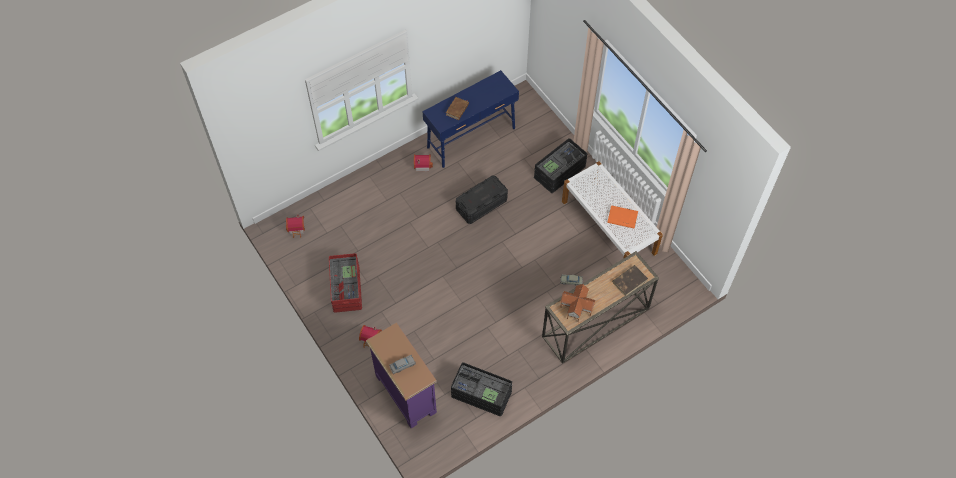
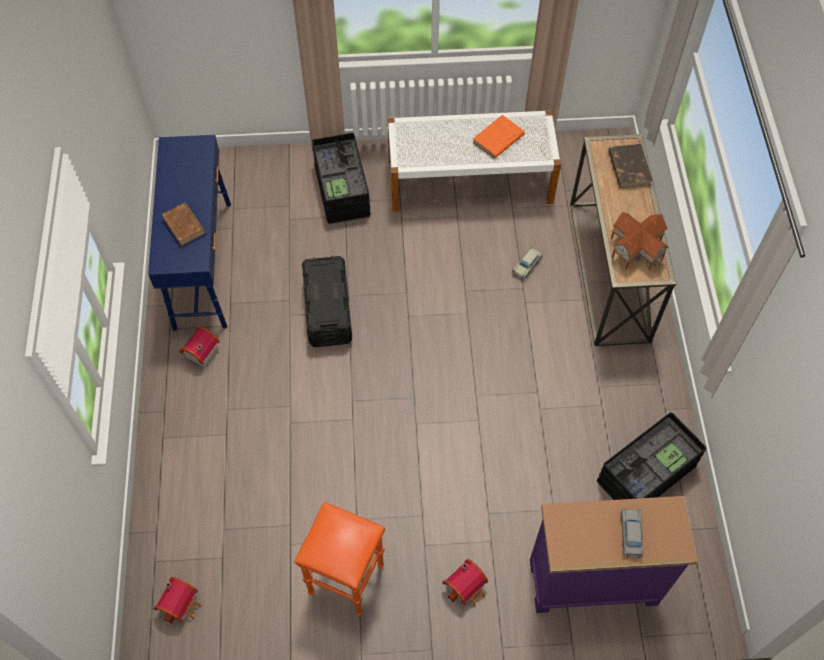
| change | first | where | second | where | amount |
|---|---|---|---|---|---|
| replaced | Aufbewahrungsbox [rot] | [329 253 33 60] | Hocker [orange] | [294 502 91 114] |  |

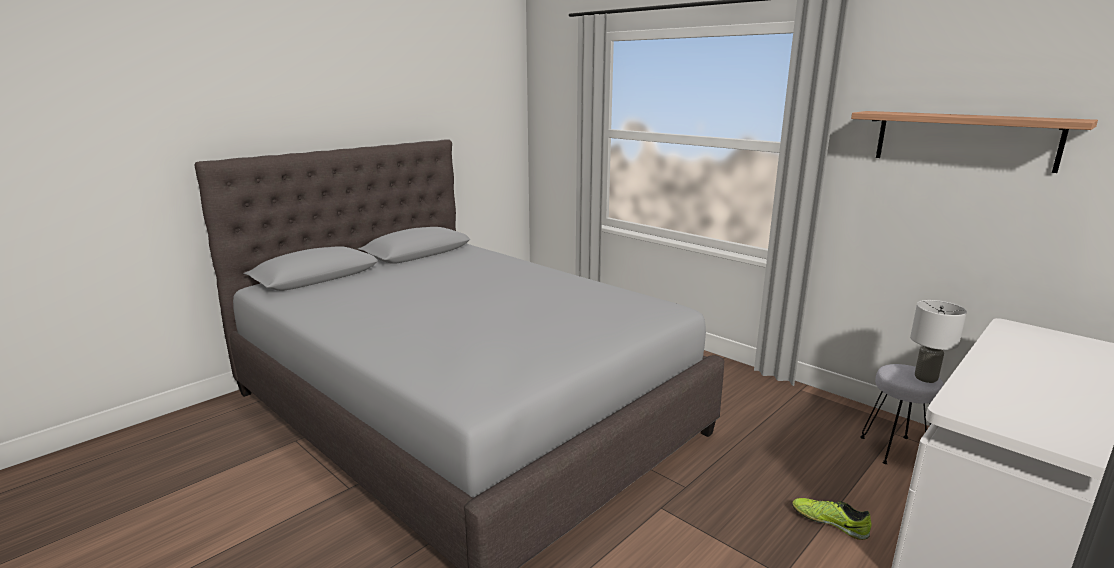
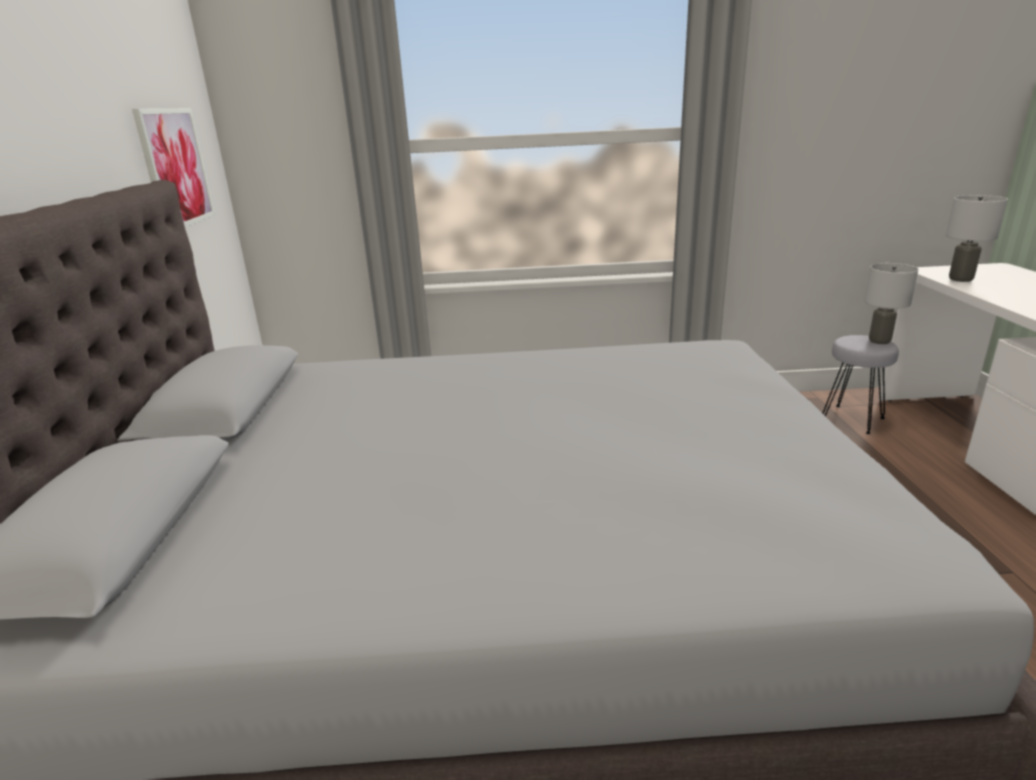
| change | first | where | second | where | amount |
|---|---|---|---|---|---|
| removed | Schuh | [792 498 80 42] |  |  |  |
| removed | Wandregal | [851 111 247 62] |  |  |  |
| added |  |  | Bild | [132 108 83 119] |  |
| added |  |  | Tischlampe [weiß] | [946 195 62 87] |  |

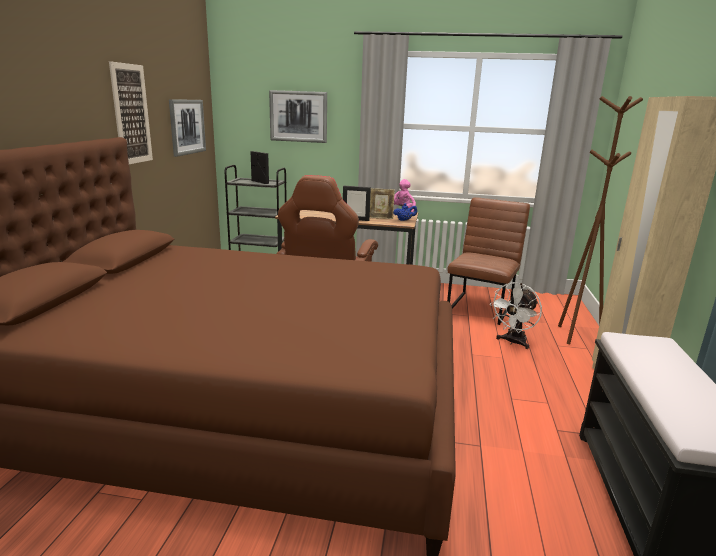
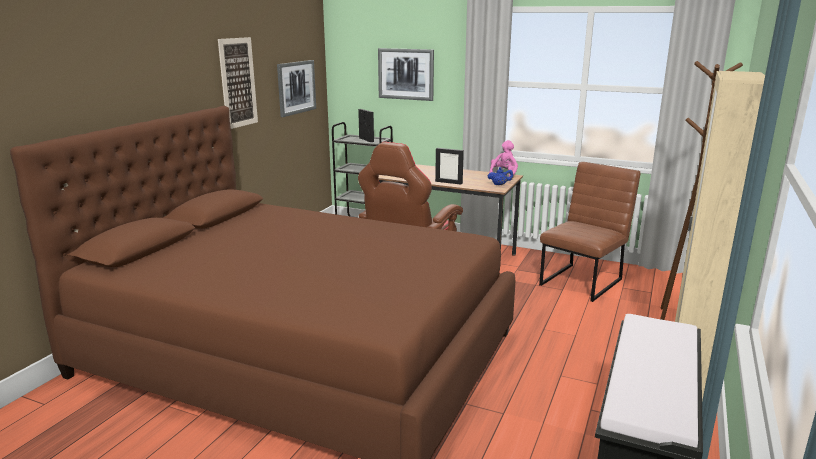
| change | first | where | second | where | amount |
|---|---|---|---|---|---|
| removed | Bilderrahmen | [370 188 25 31] |  |  |  |
| removed | Ventilator [weiß] | [489 282 53 67] |  |  |  |

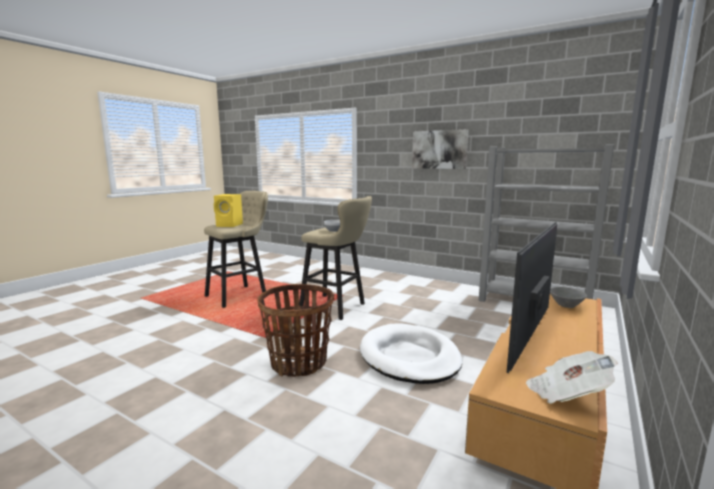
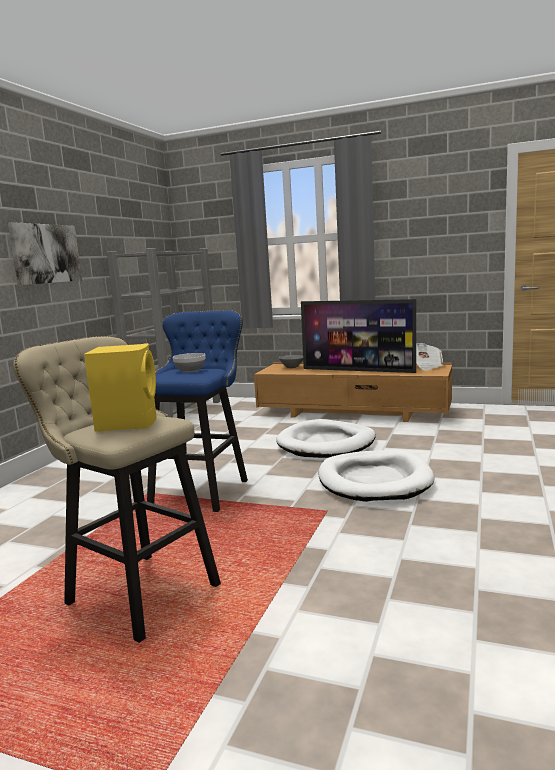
| change | first | where | second | where | amount |
|---|---|---|---|---|---|
| replaced | Korb | [257 284 77 93] | Hundebett [weiß] | [318 450 117 52] |  |
| recoloured | Hocker [beige] | [299 196 73 124] | Hocker [blau] | [147 310 101 202] |  |

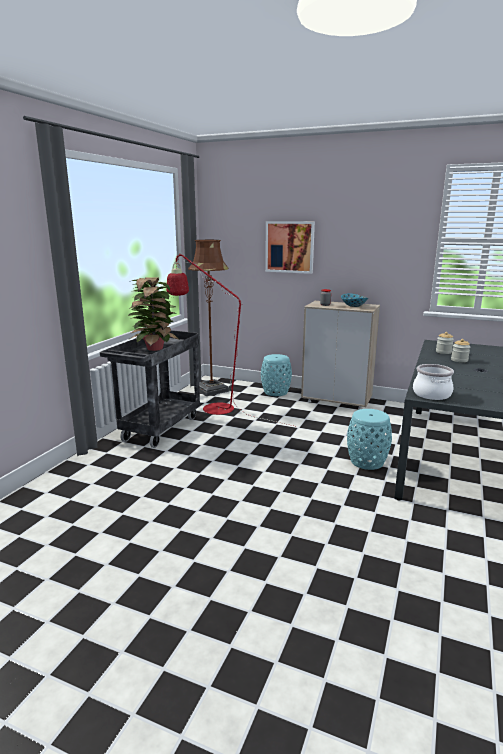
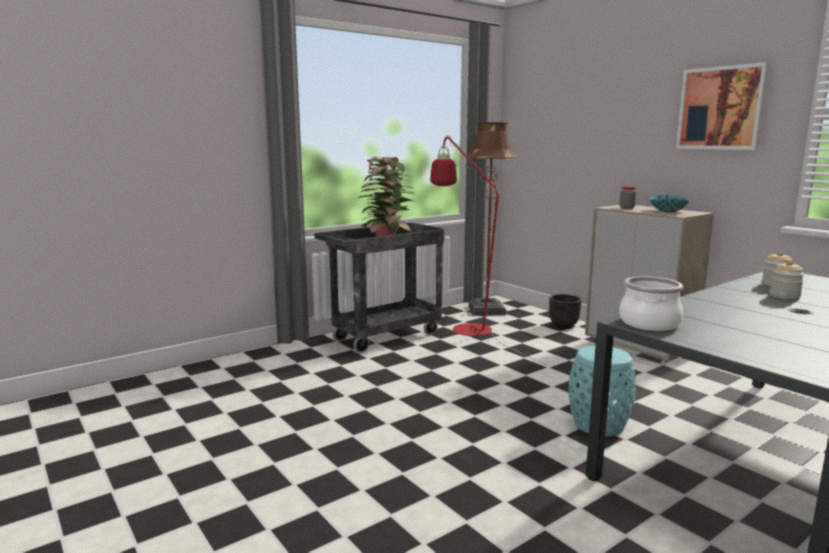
| change | first | where | second | where | amount |
|---|---|---|---|---|---|
| moved | Bild | [265 221 50 53] |  | [676 62 93 88] |  |
| replaced | Hocker [türkis] | [261 354 31 42] | Pflanzkübel [schwarz] | [549 294 33 34] |  |

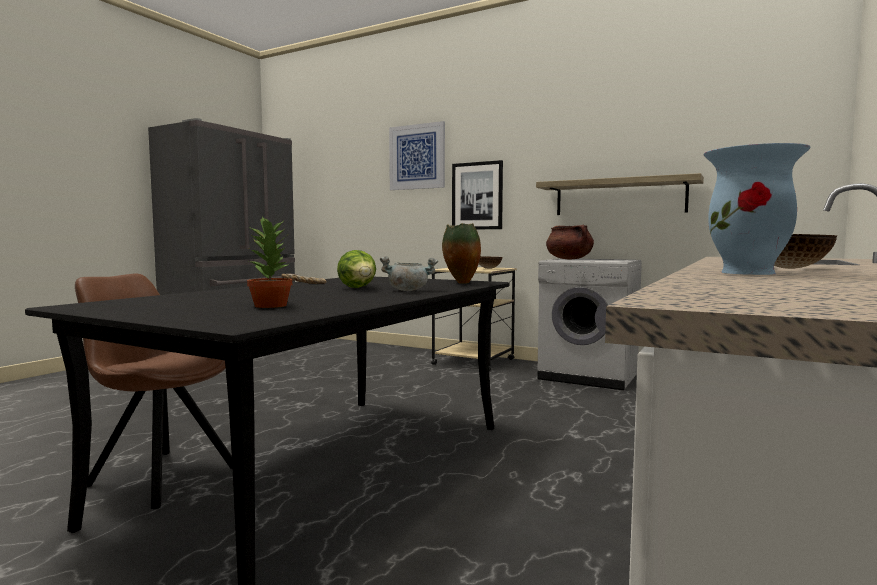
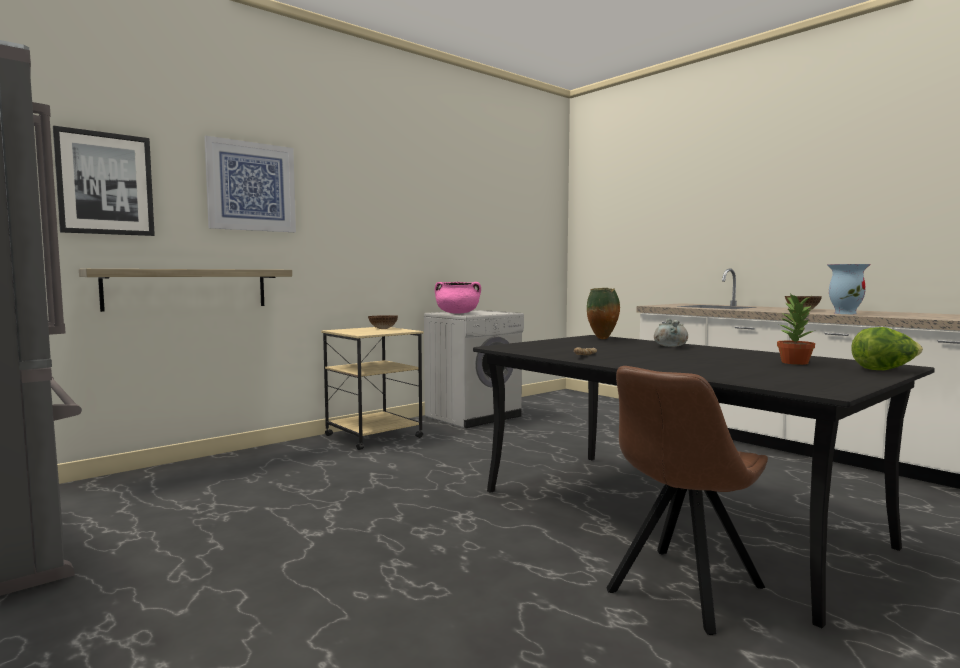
| change | first | where | second | where | amount |
|---|---|---|---|---|---|
| moved | Salatkopf | [337 250 39 38] |  | [851 327 72 43] |  |
| moved | Bild | [452 160 51 69] |  | [53 125 102 111] |  |
| moved | Wandregal | [536 173 168 42] |  | [79 269 213 43] |  |
| recoloured | Kochtopf [braun] | [546 224 48 35] | Kochtopf [rosa] | [435 282 46 32] |  |

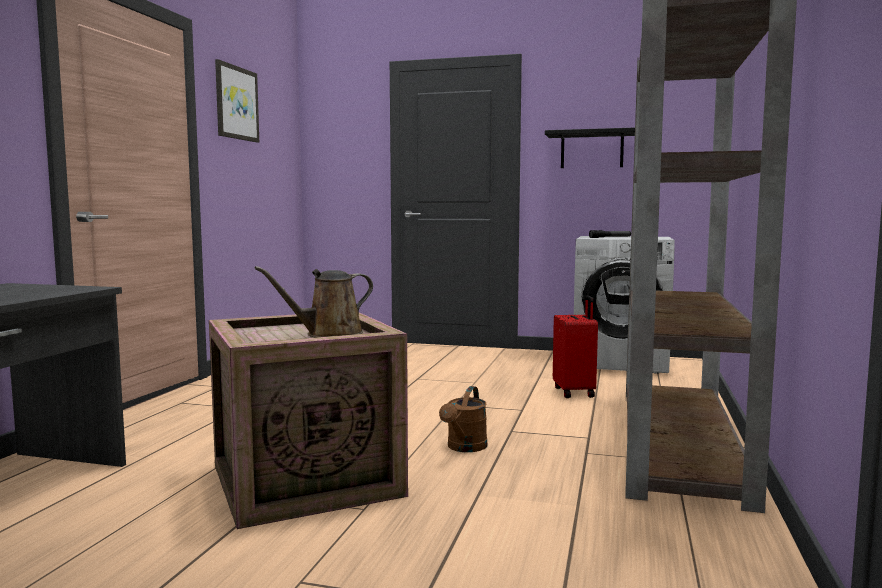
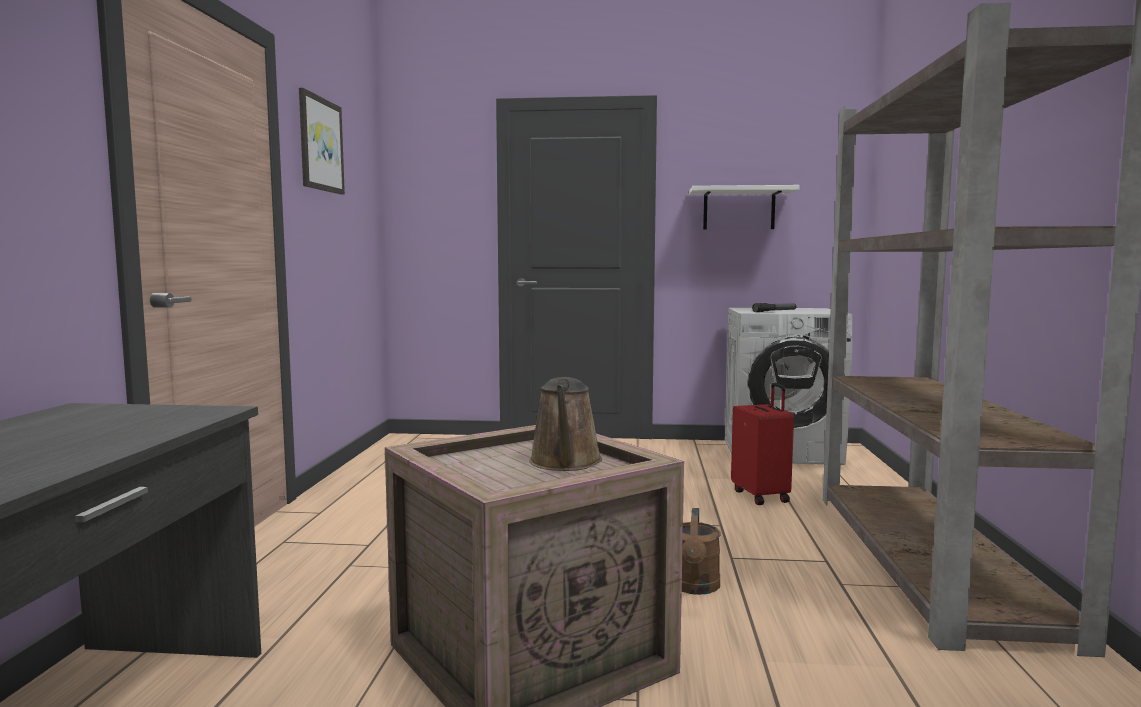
| change | first | where | second | where | amount |
|---|---|---|---|---|---|
| recoloured | Wandregal [schwarz] | [545 128 90 40] | Wandregal [weiß] | [689 185 111 45] |  |
| turned | Gießkanne [braun] | [255 266 118 72] |  | [529 377 73 94] | 45 degrees counterclockwise |

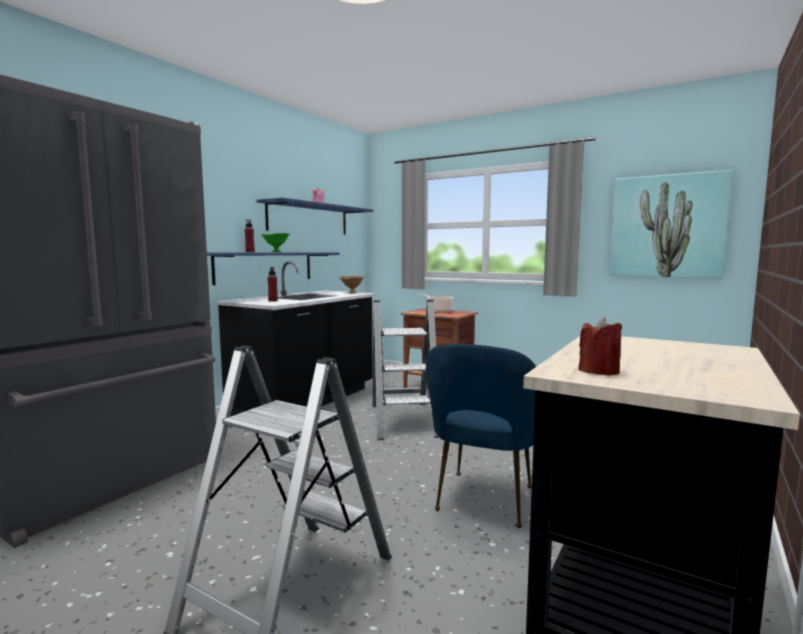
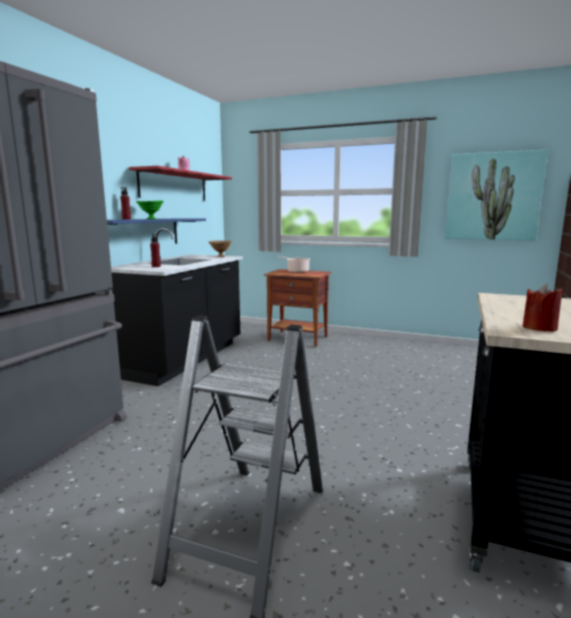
| change | first | where | second | where | amount |
|---|---|---|---|---|---|
| removed | Trittleiter [grau] | [372 300 68 140] |  |  |  |
| removed | Stuhl [blau] | [426 344 110 184] |  |  |  |
| recoloured | Wandregal [blau] | [256 197 118 38] | Wandregal [rot] | [129 166 103 35] |  |

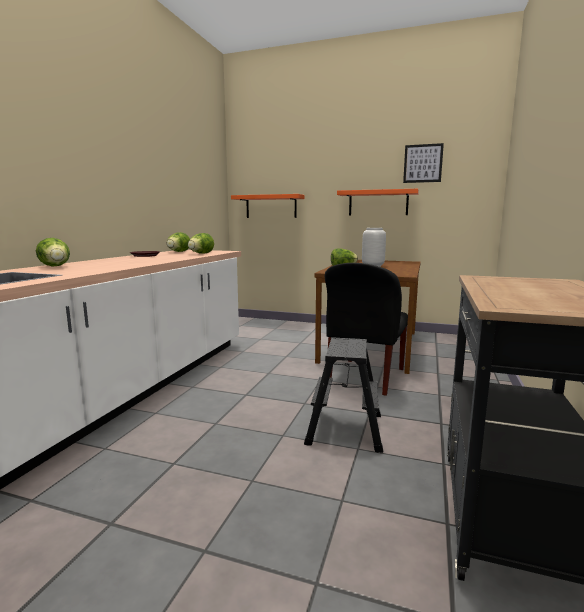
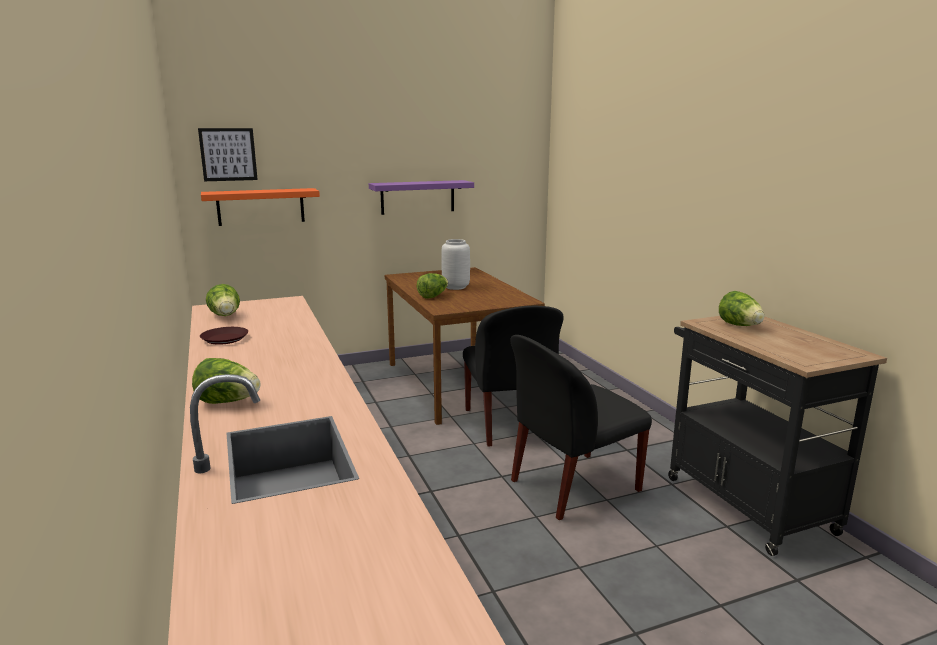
| change | first | where | second | where | amount |
|---|---|---|---|---|---|
| moved | Salatkopf | [188 233 26 21] |  | [719 291 45 35] |  |
| moved | Bild | [403 143 41 40] |  | [198 128 60 53] |  |
| replaced | Trittleiter [schwarz] | [304 337 79 116] | Stuhl [schwarz] | [511 335 141 185] |  |
| recoloured | Wandregal [orange] | [337 189 82 26] | Wandregal [lila] | [369 180 105 35] |  |

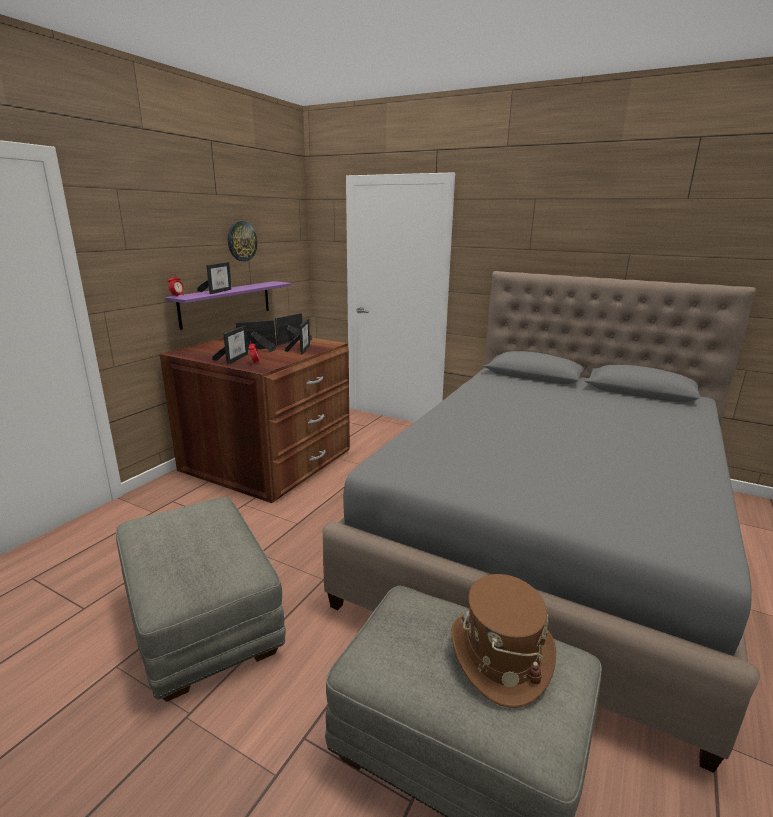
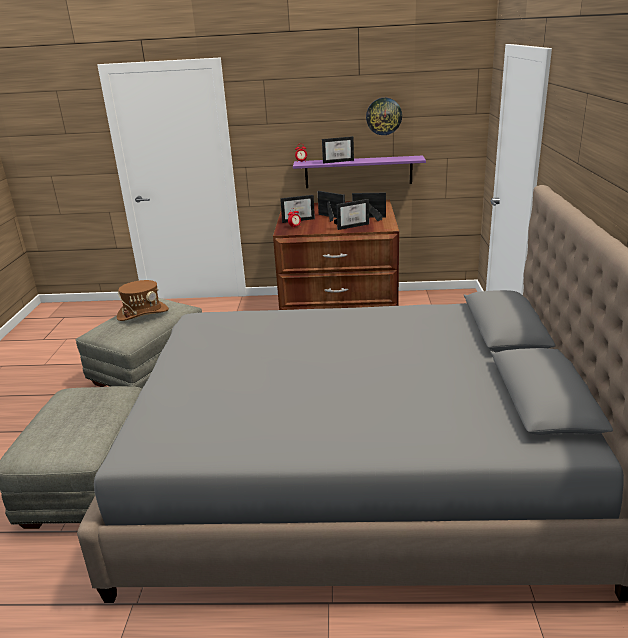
| change | first | where | second | where | amount |
|---|---|---|---|---|---|
| moved | Hut [braun] | [451 574 105 134] |  | [117 280 52 41] |  |

